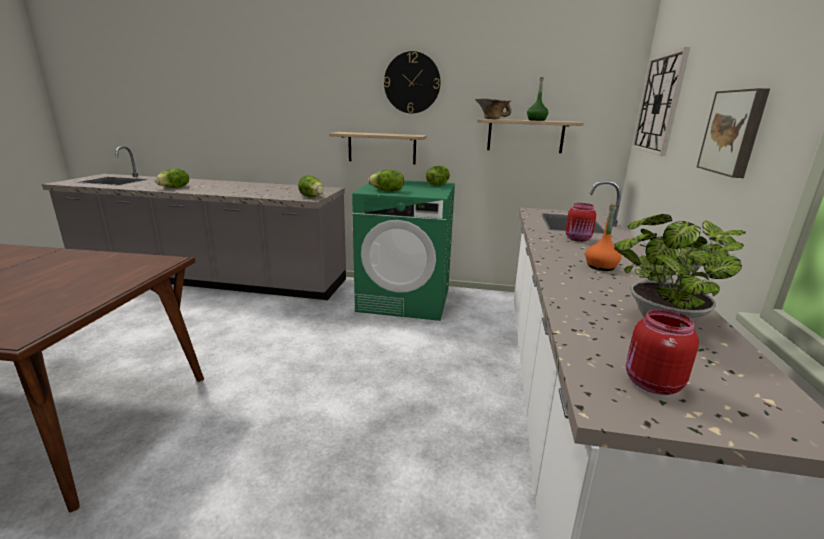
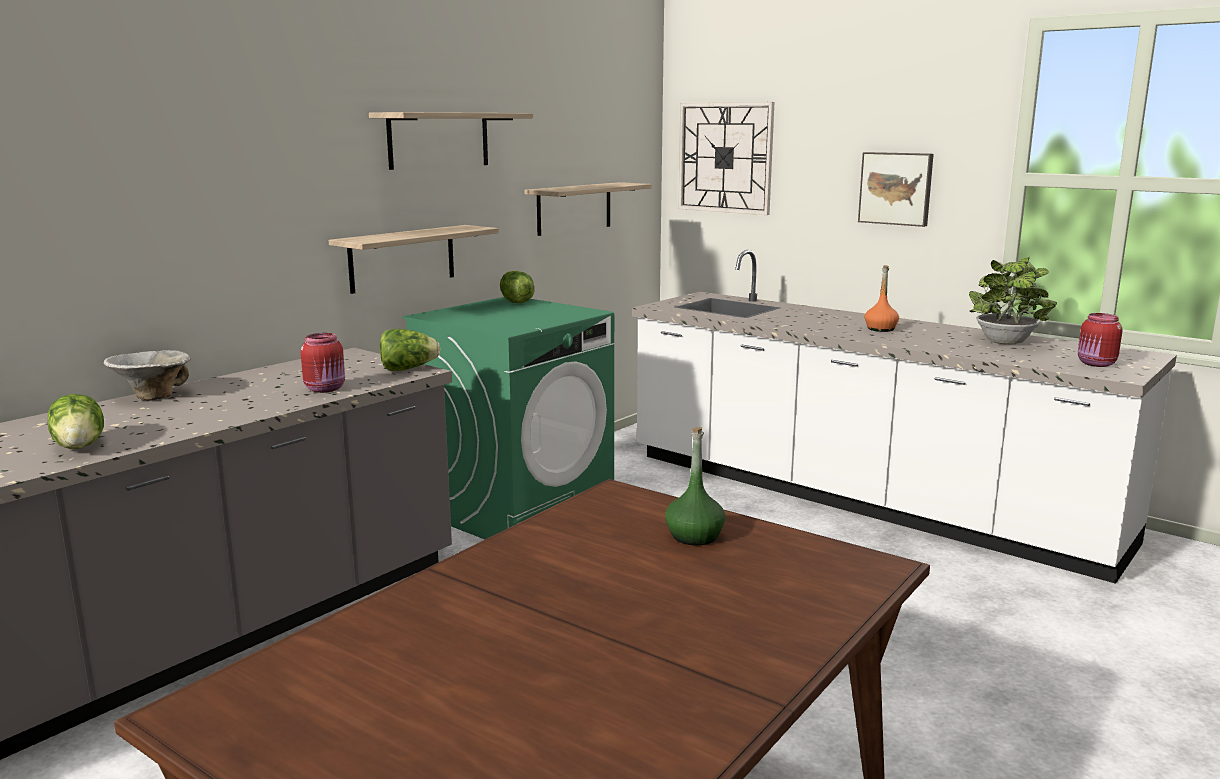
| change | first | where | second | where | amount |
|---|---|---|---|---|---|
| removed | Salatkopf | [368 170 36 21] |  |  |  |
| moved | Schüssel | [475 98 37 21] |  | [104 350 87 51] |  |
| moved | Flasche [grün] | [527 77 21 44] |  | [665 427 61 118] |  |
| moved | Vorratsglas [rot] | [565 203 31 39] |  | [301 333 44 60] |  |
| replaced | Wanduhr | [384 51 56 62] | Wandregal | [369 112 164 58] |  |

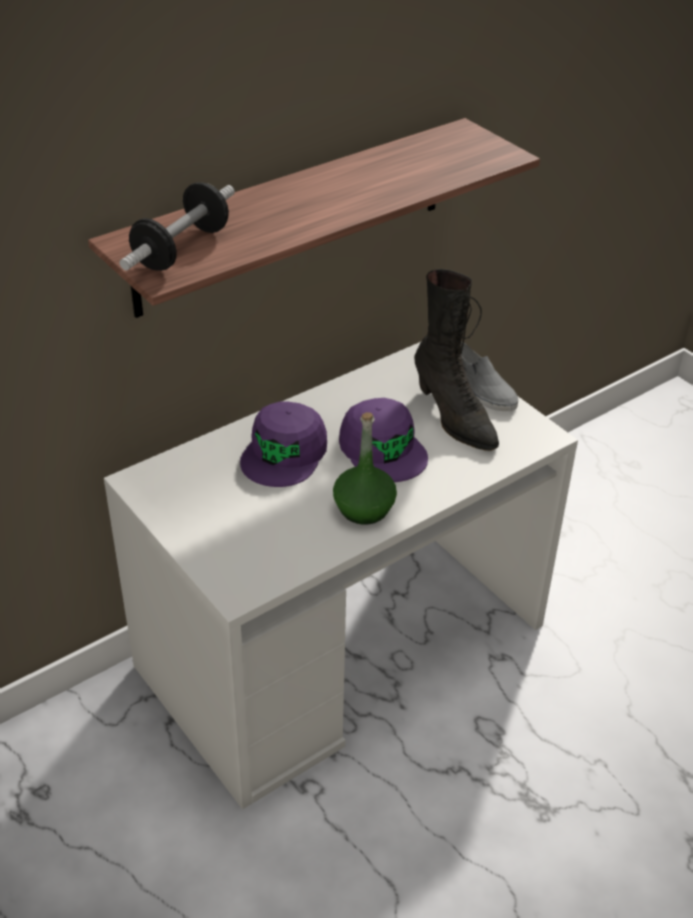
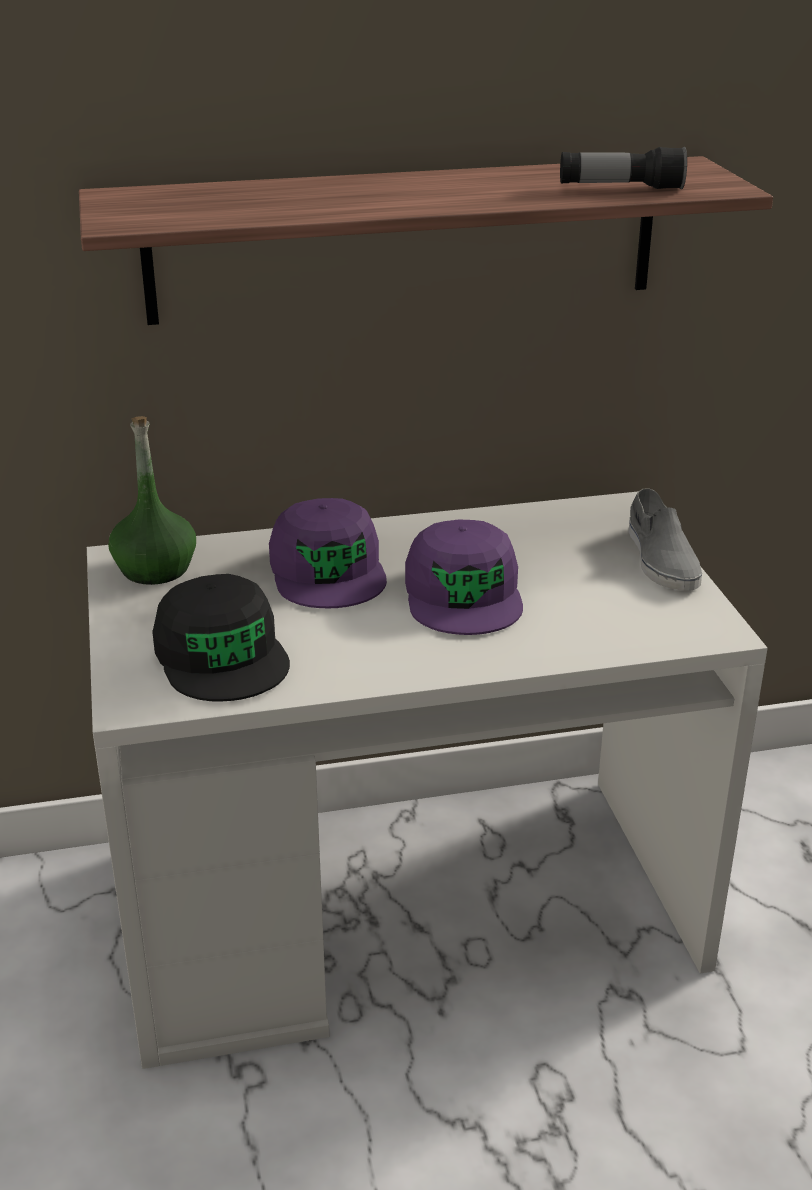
| change | first | where | second | where | amount |
|---|---|---|---|---|---|
| removed | Hantel | [119 182 116 89] |  |  |  |
| removed | Stiefel [schwarz] | [414 269 85 182] |  |  |  |
| added |  |  | Kappe [schwarz] | [152 574 138 128] |  |
| added |  |  | Taschenlampe | [560 147 127 42] |  |
| moved | Flasche [grün] | [333 412 64 112] |  | [109 416 87 169] |  |
| turned | Kappe [lila] | [240 401 87 86] |  | [269 498 118 110] | 60 degrees counterclockwise |

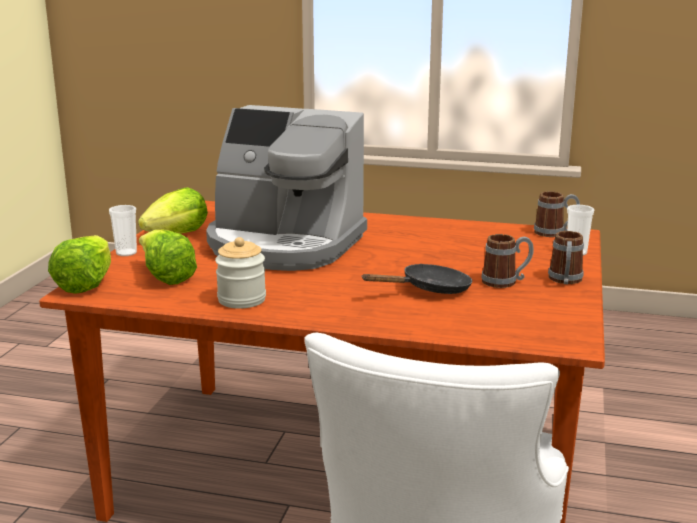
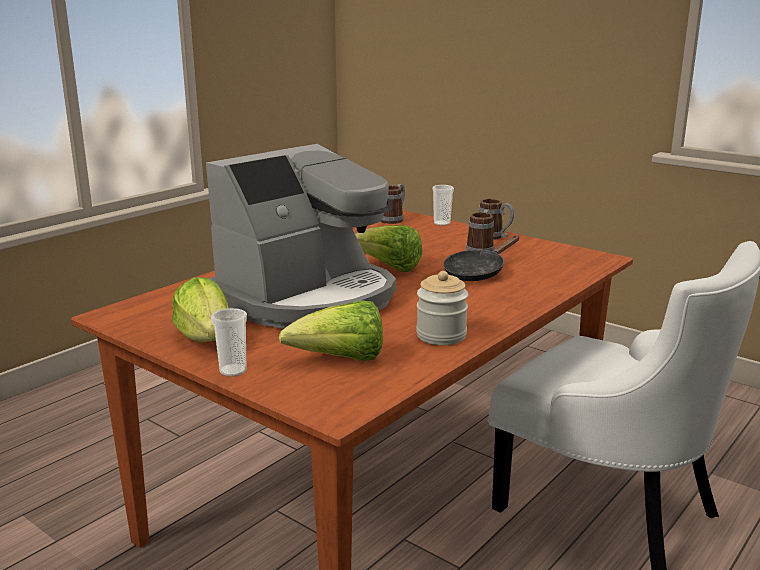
| change | first | where | second | where | amount |
|---|---|---|---|---|---|
| moved | Salatkopf | [48 235 63 59] |  | [355 225 67 47] |  |
| turned | Pfanne [schwarz] | [361 264 111 30] |  | [443 236 76 45] | 135 degrees counterclockwise |

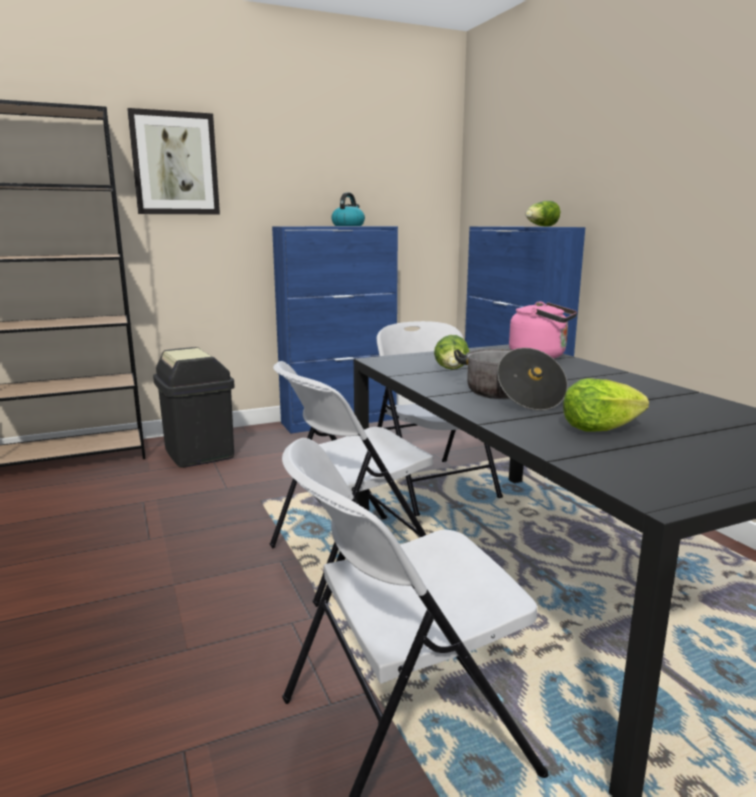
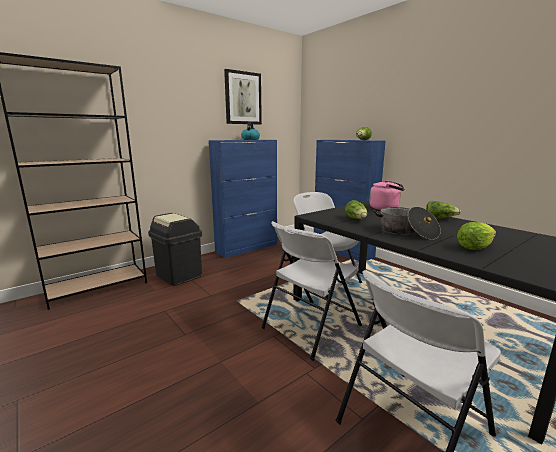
| change | first | where | second | where | amount |
|---|---|---|---|---|---|
| added |  |  | Salatkopf | [426 201 35 18] |  |
| moved | Bild | [127 108 93 106] |  | [224 69 38 56] |  |

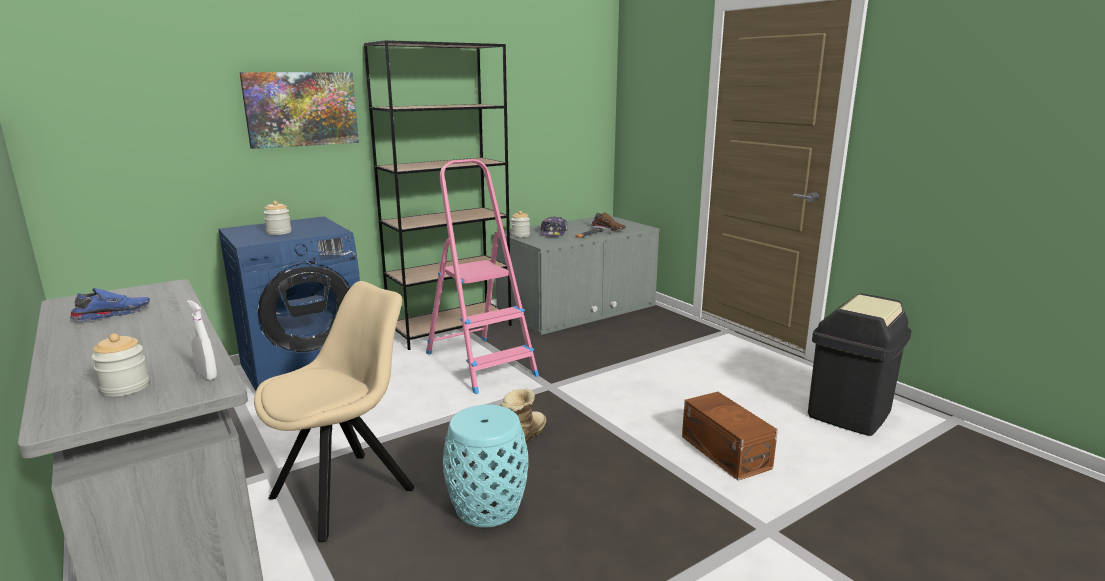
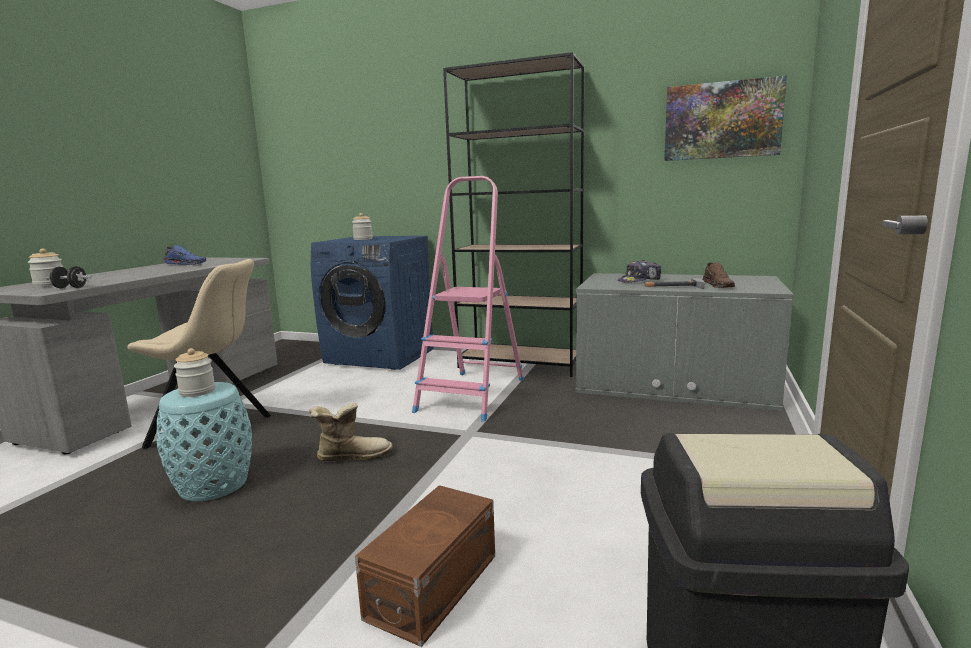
| change | first | where | second | where | amount |
|---|---|---|---|---|---|
| moved | Bild | [240 72 119 77] |  | [664 76 123 85] |  |
| moved | Vorratsglas | [511 211 19 26] |  | [174 348 41 49] |  |
| replaced | Sprühflasche [weiß] | [187 300 30 80] | Hantel [schwarz] | [46 266 46 22] |  |

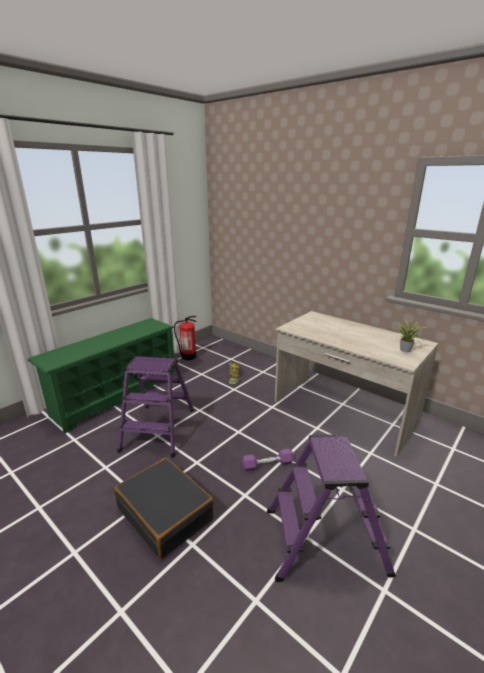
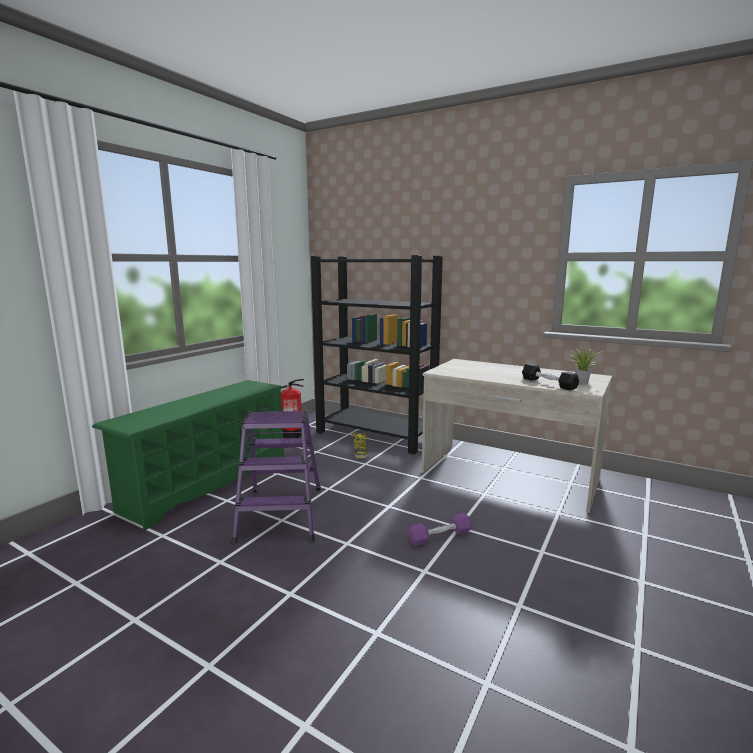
| change | first | where | second | where | amount |
|---|---|---|---|---|---|
| removed | Koffer [schwarz] | [114 457 100 102] |  |  |  |
| removed | Trittleiter [lila] | [267 434 129 148] |  |  |  |
| added |  |  | Bücherregal [schwarz] | [311 255 132 199] |  |
| added |  |  | Hantel [schwarz] | [522 363 57 27] |  |

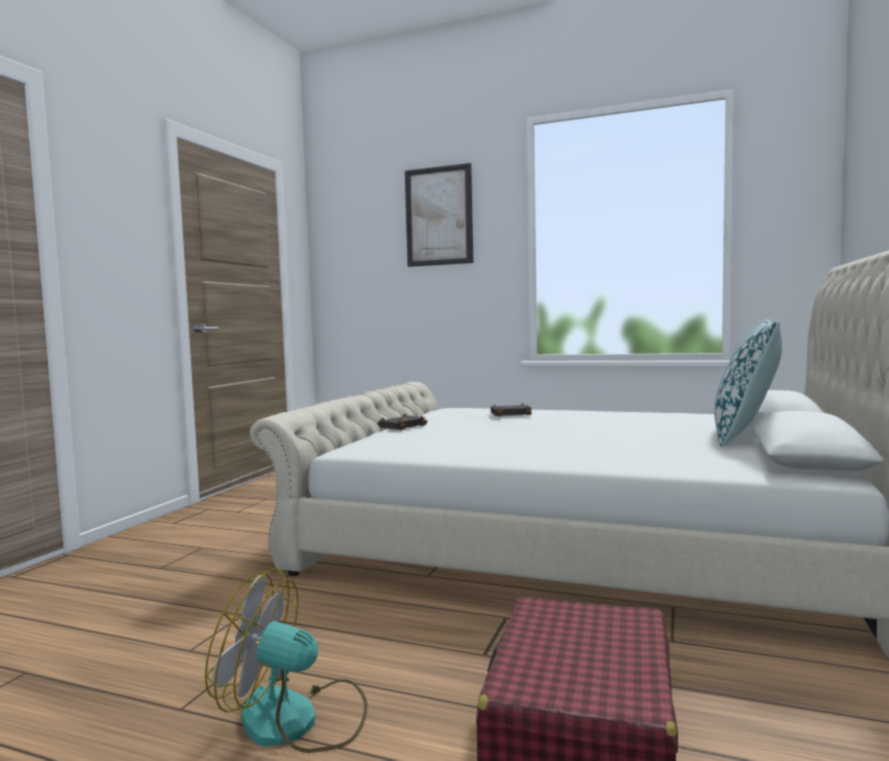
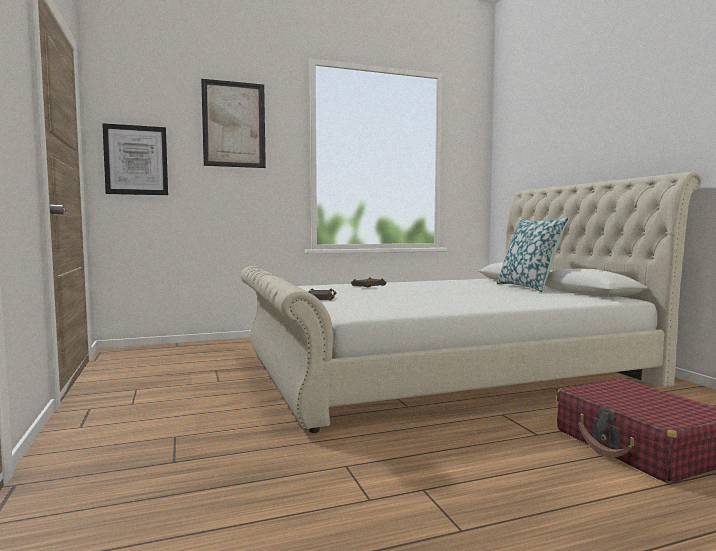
| change | first | where | second | where | amount |
|---|---|---|---|---|---|
| removed | Ventilator | [205 568 163 185] |  |  |  |
| added |  |  | Bild | [102 123 66 72] |  |

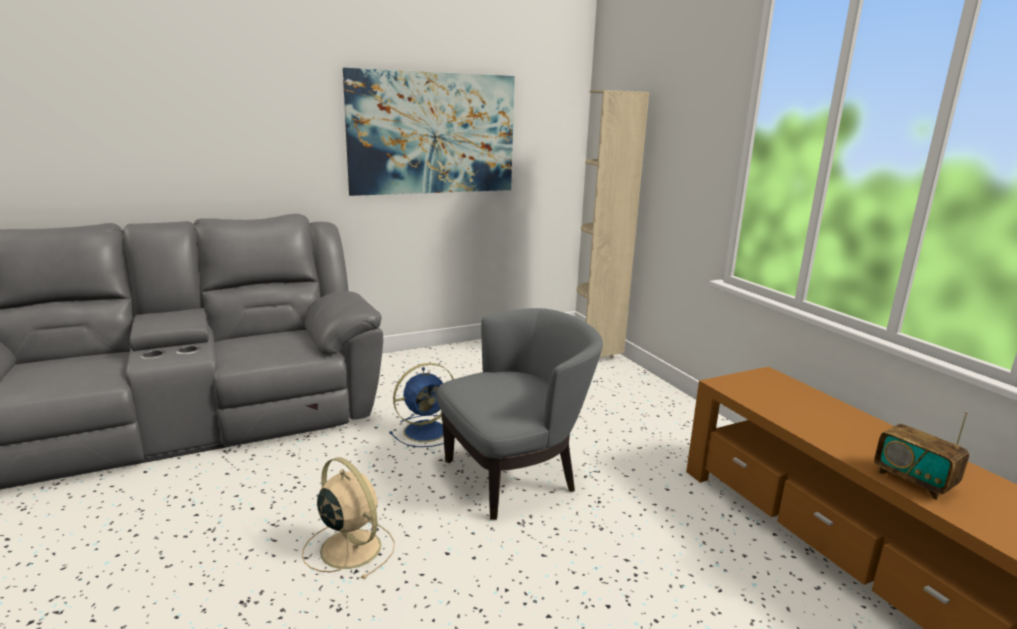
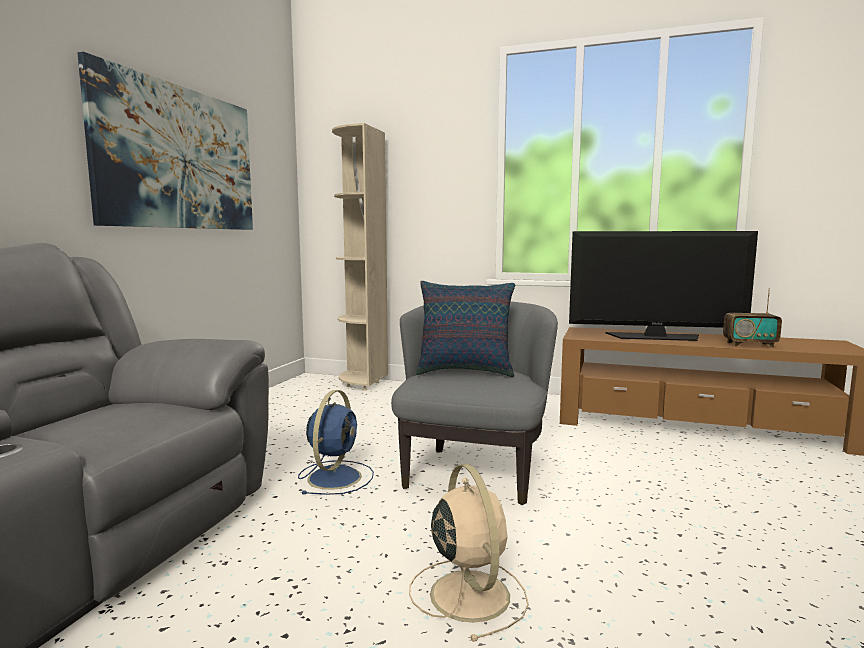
| change | first | where | second | where | amount |
|---|---|---|---|---|---|
| added |  |  | Kissen [blau] | [416 281 99 96] |  |
| added |  |  | Fernseher | [569 231 189 110] |  |
| turned | Ventilator [beige] | [302 457 93 122] |  | [409 464 120 178] | 75 degrees clockwise |

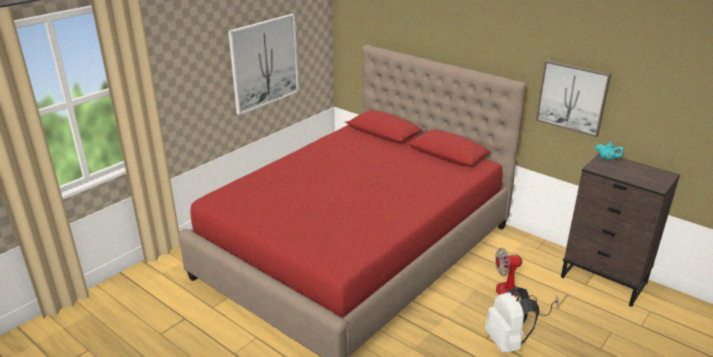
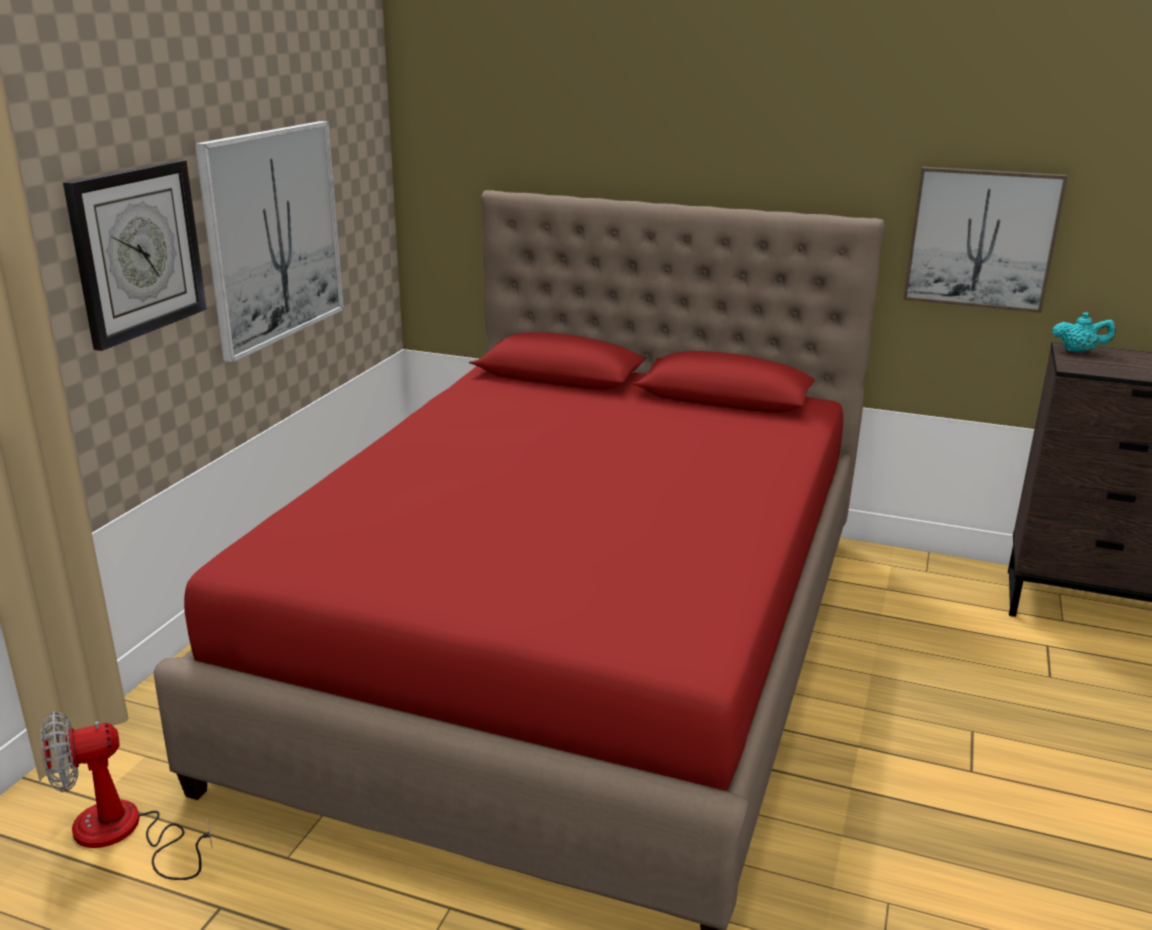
| change | first | where | second | where | amount |
|---|---|---|---|---|---|
| removed | Rucksack [weiß] | [485 287 54 66] |  |  |  |
| added |  |  | Wanduhr | [63 160 144 191] |  |
| moved | Ventilator | [495 248 64 68] |  | [41 711 171 169] |  |

